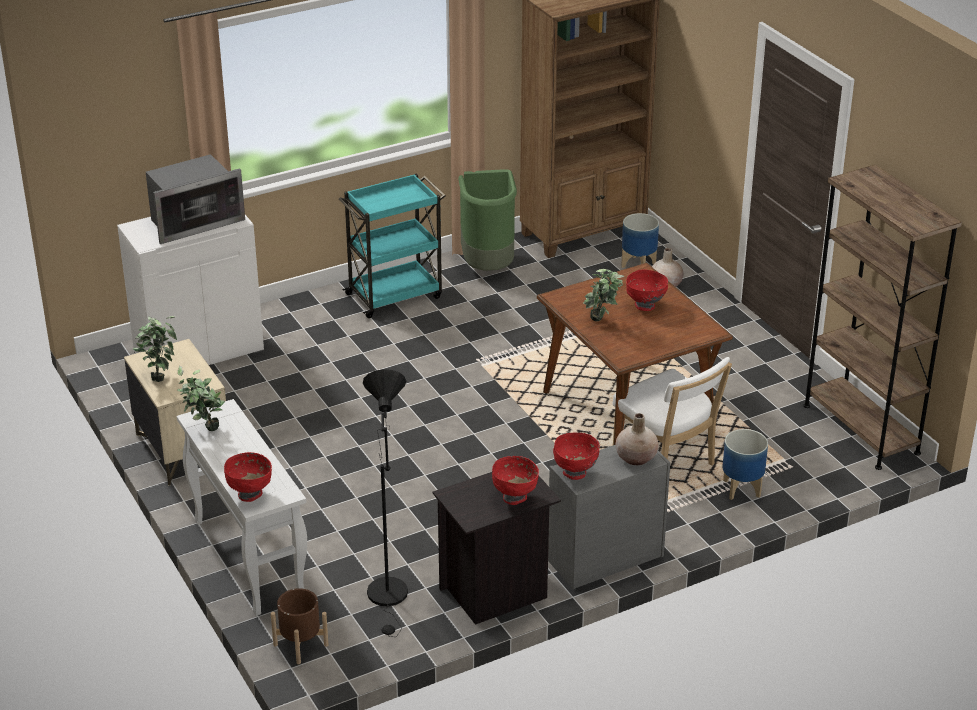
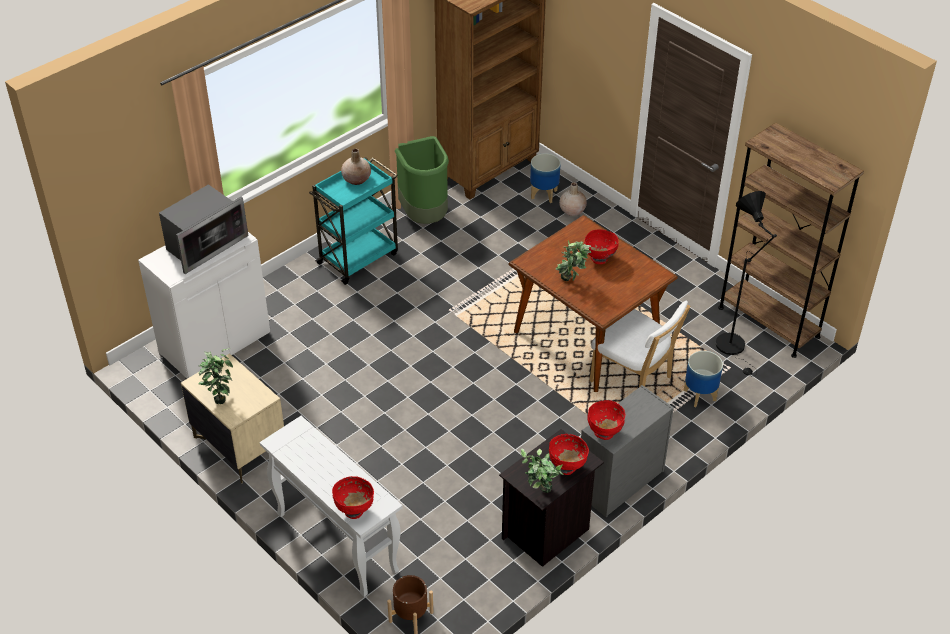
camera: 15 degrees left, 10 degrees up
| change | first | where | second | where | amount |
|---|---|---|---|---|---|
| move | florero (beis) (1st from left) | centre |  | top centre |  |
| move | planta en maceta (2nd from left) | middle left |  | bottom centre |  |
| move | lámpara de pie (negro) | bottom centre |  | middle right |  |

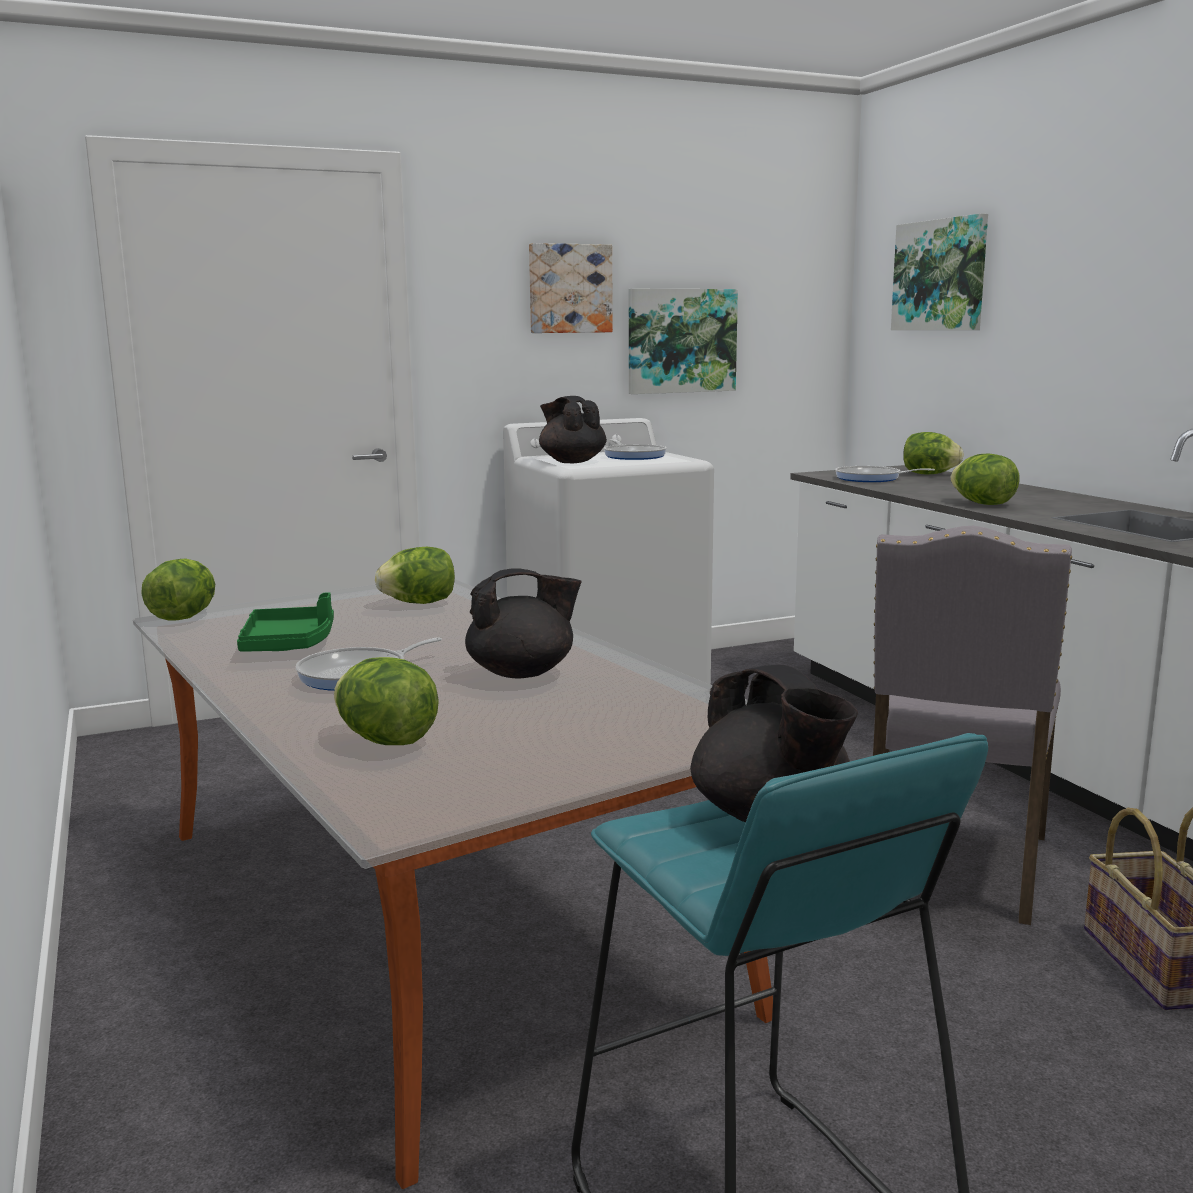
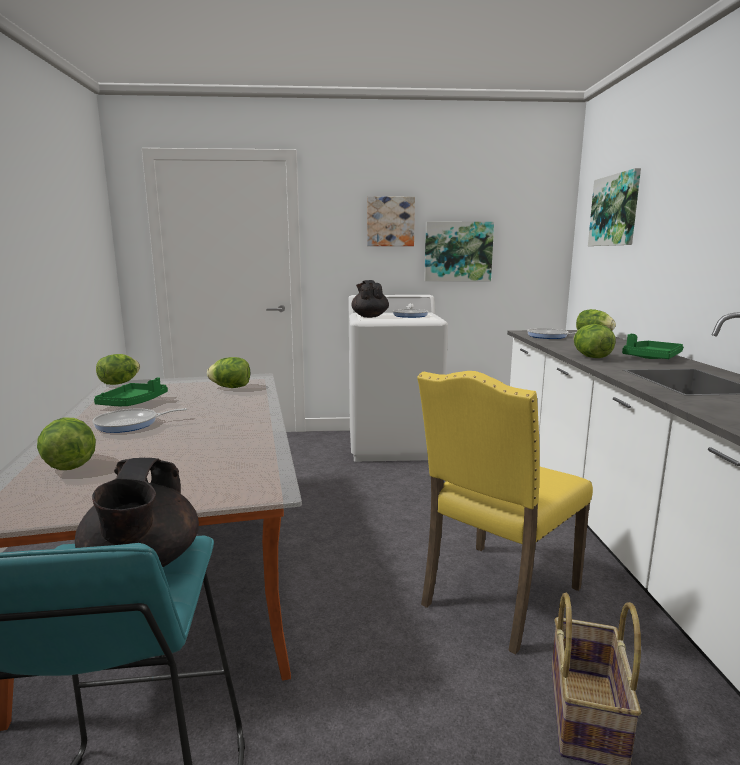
camera: 20 degrees right, 0 degrees up
| change | first | where | second | where | amount |
|---|---|---|---|---|---|
| recolor | silla (gris) | middle right | silla (amarillo) | bottom right |  |
| insert |  |  | bandeja (verde) (2nd from left) | middle right |  |
| delete | tetera (negro) (1st from left) | centre |  |  |  |

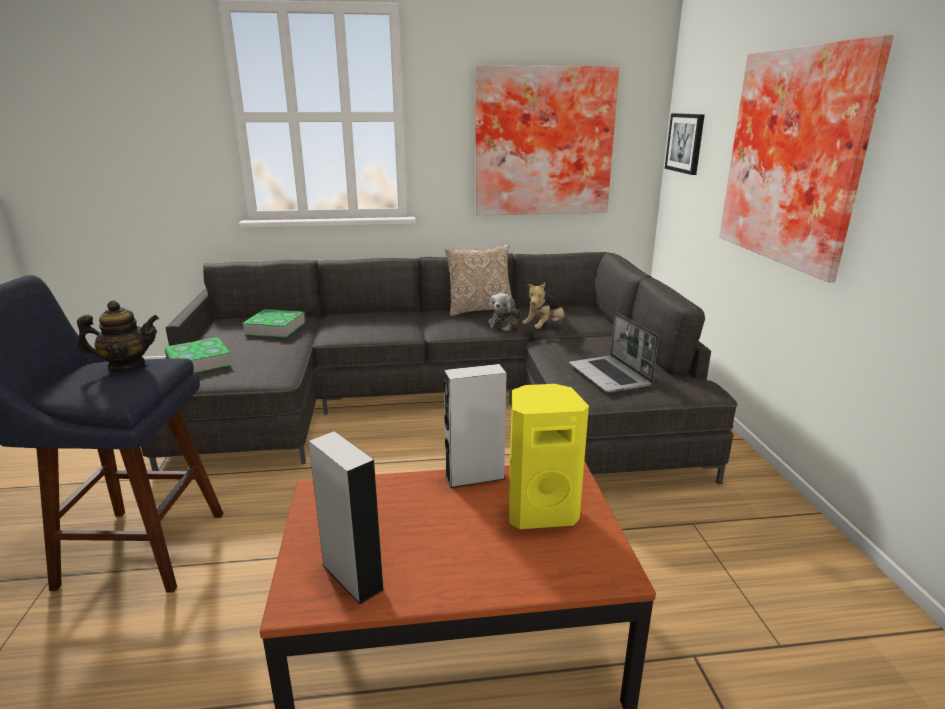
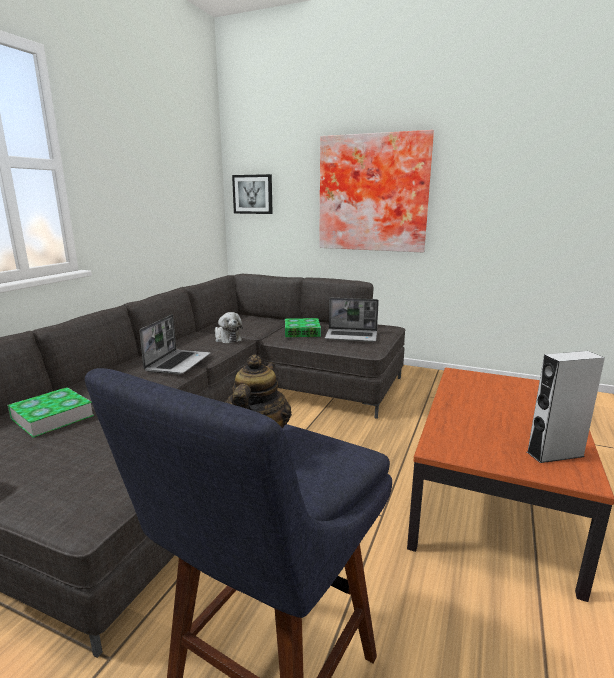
camera: 60 degrees left, 5 degrees down
| change | first | where | second | where | amount |
|---|---|---|---|---|---|
| insert |  |  | portátil (1st from left) | middle left |  |
| move | libro (1st from left in the first image) | middle left | libro (2nd from left) | centre |  |
| delete | altavoz (gris) (2nd from left) | centre |  |  |  |
| delete | cojín | centre |  |  |  |
| delete | cuadro (1st from left) | top centre |  |  |  |
| delete | altavoz (amarillo) | centre |  |  |  |
| delete | peluche (2nd from left) | centre |  |  |  |

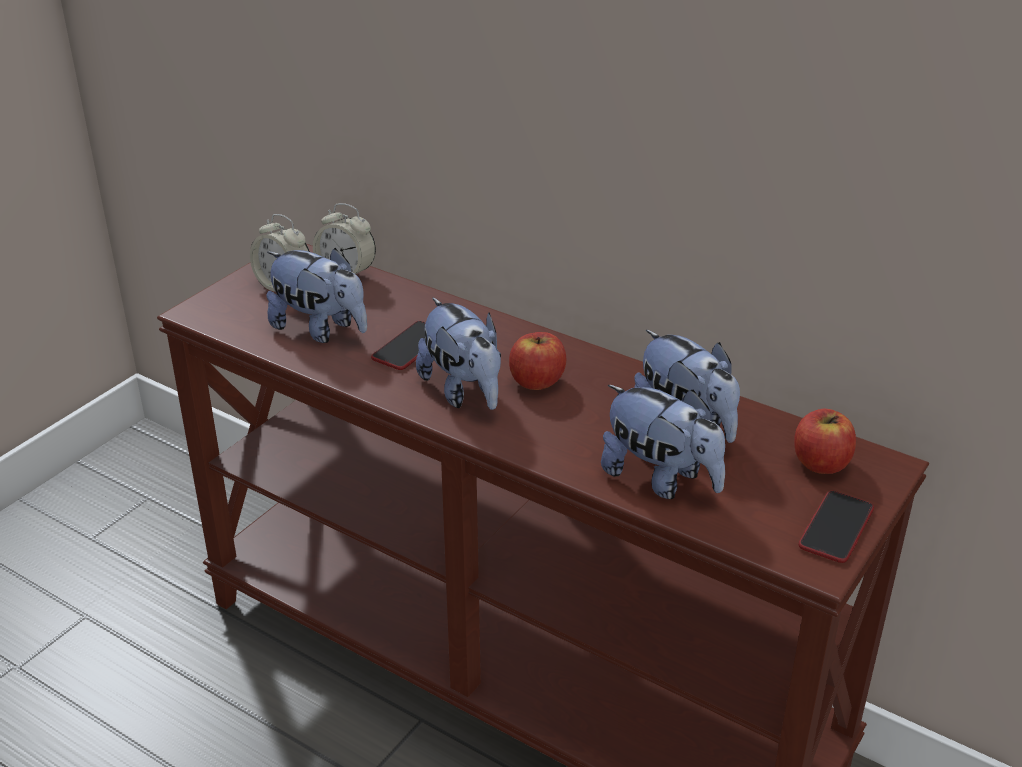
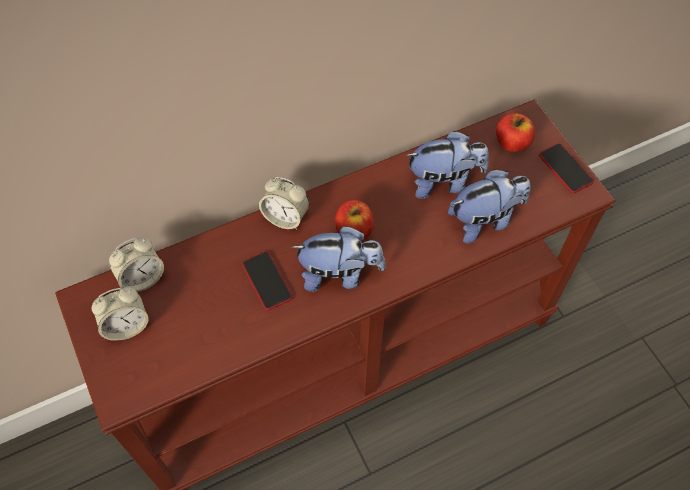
camera: 60 degrees left, 25 degrees up
| change | first | where | second | where | amount |
|---|---|---|---|---|---|
| insert |  |  | despertador (3rd from left) | centre |  |
| delete | peluche (1st from left) | middle left |  |  |  |

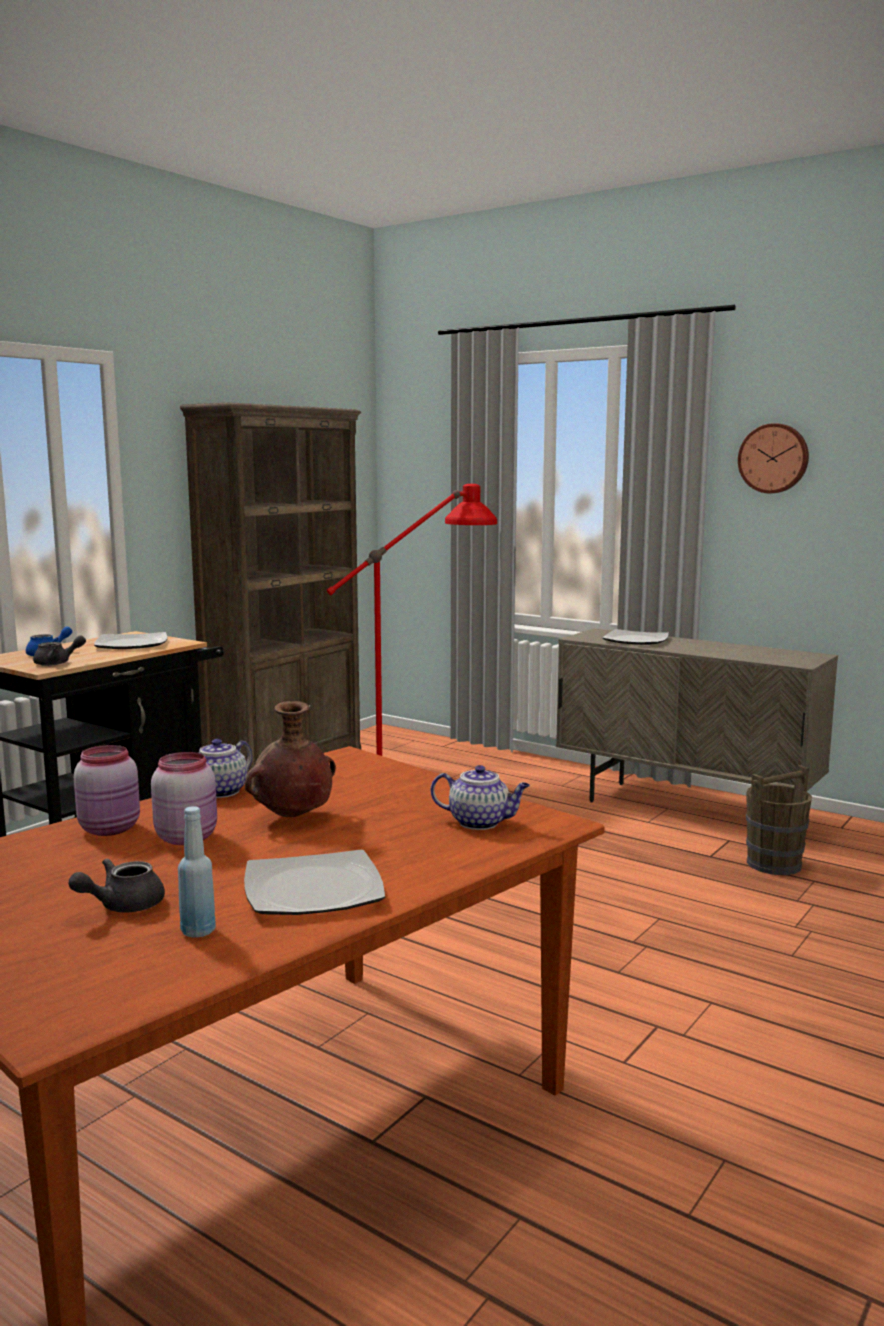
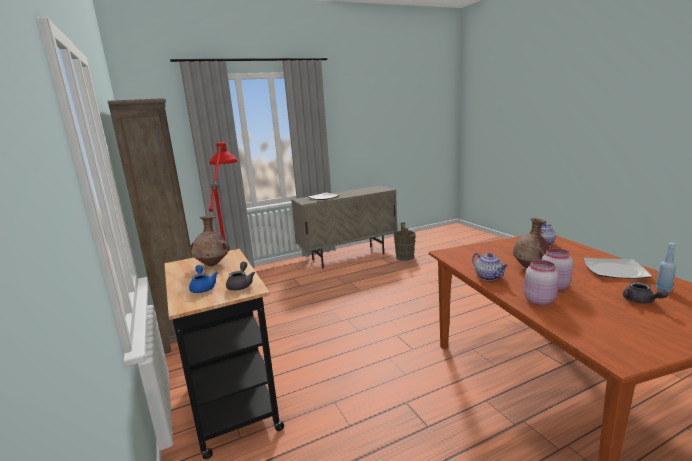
camera: 60 degrees left, 5 degrees up
| change | first | where | second | where | amount |
|---|---|---|---|---|---|
| replace | plato (1st from left) | middle left | florero (marrón) (1st from left) | middle left |  |
| delete | reloj de pared | middle right |  |  |  |

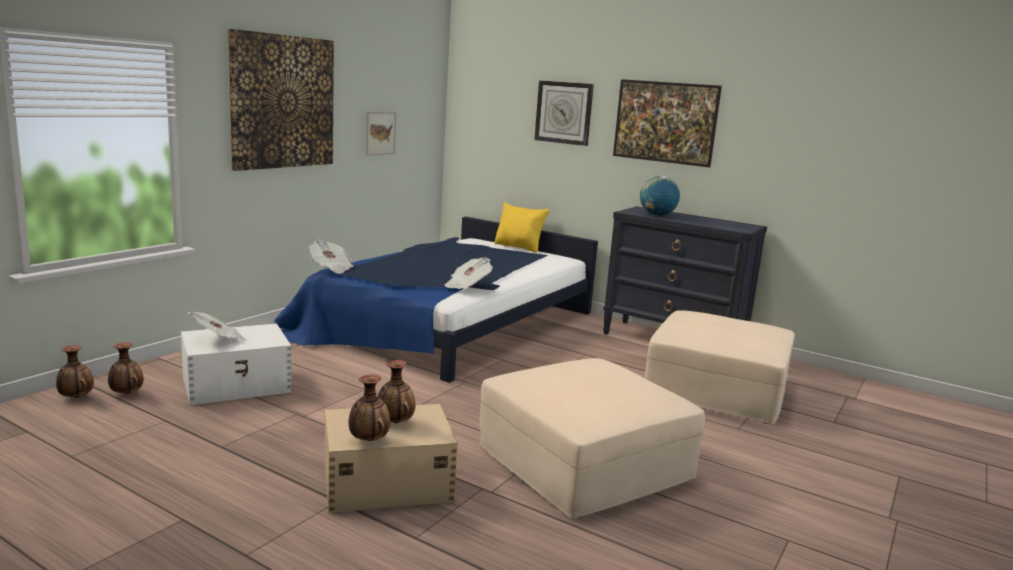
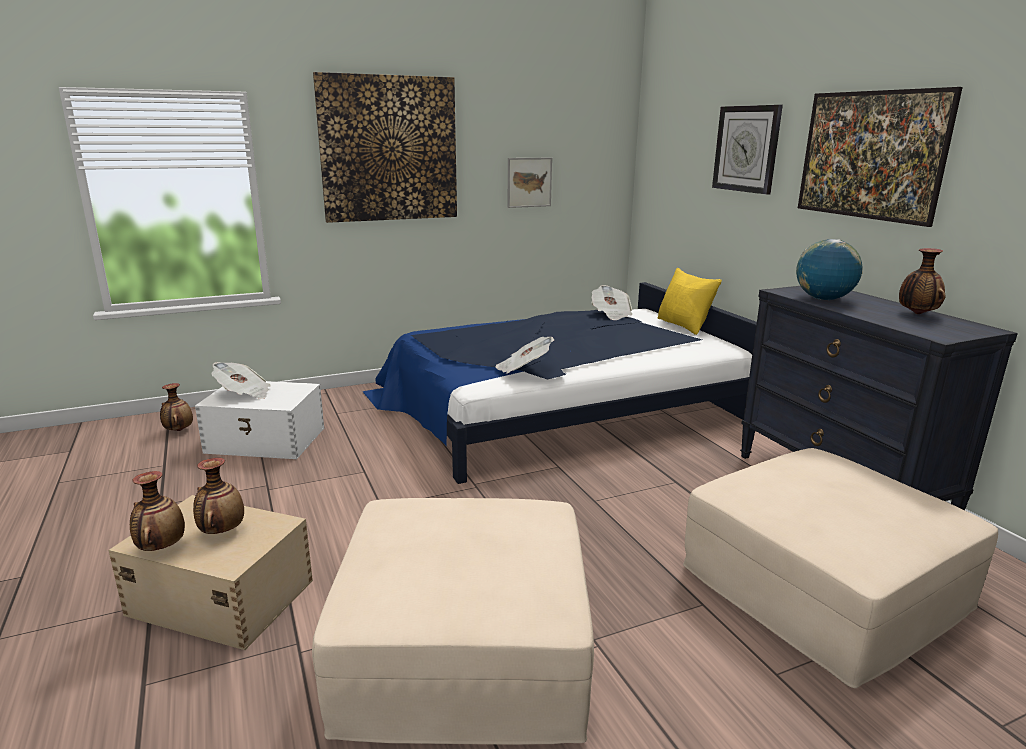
camera: 35 degrees right, 5 degrees up
| change | first | where | second | where | amount |
|---|---|---|---|---|---|
| move | periódico (2nd from left in the first image) | middle left | periódico (3rd from left) | centre |  |
| move | florero (1st from left in the first image) | middle left | florero (4th from left) | middle right |  |

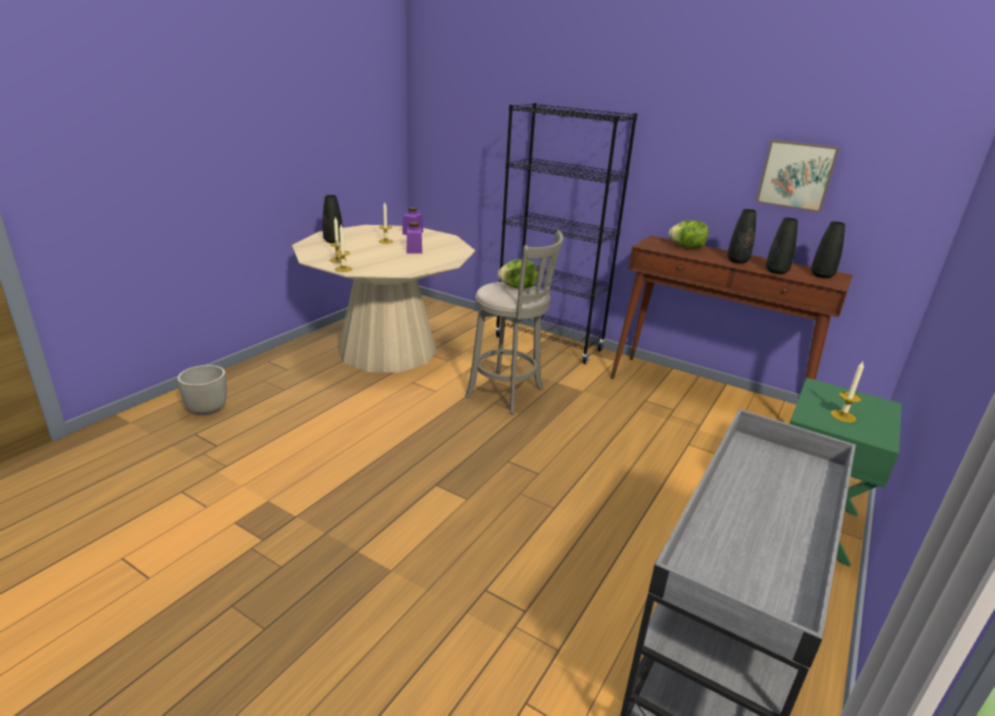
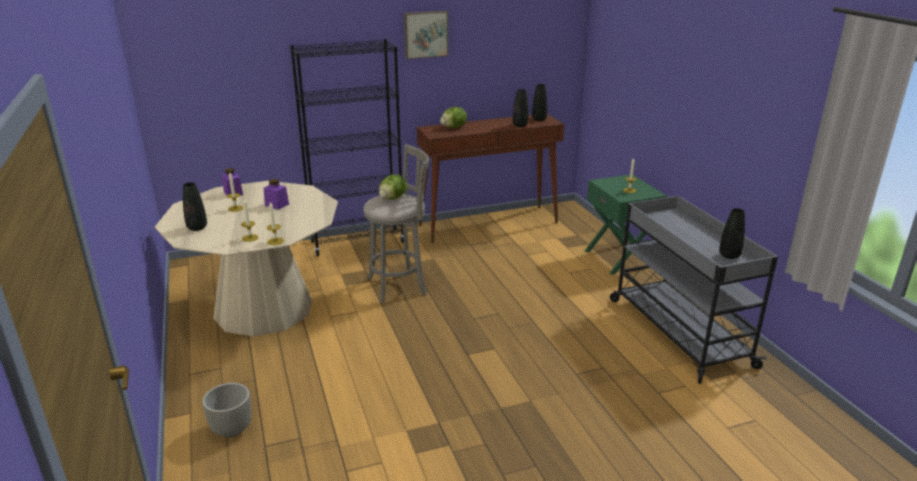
camera: 50 degrees left, 0 degrees up
| change | first | where | second | where | amount |
|---|---|---|---|---|---|
| move | cuadro | top right |  | top centre |  |
| move | florero (negro) (2nd from left in the first image) | top right | florero (negro) (4th from left) | middle right |  |

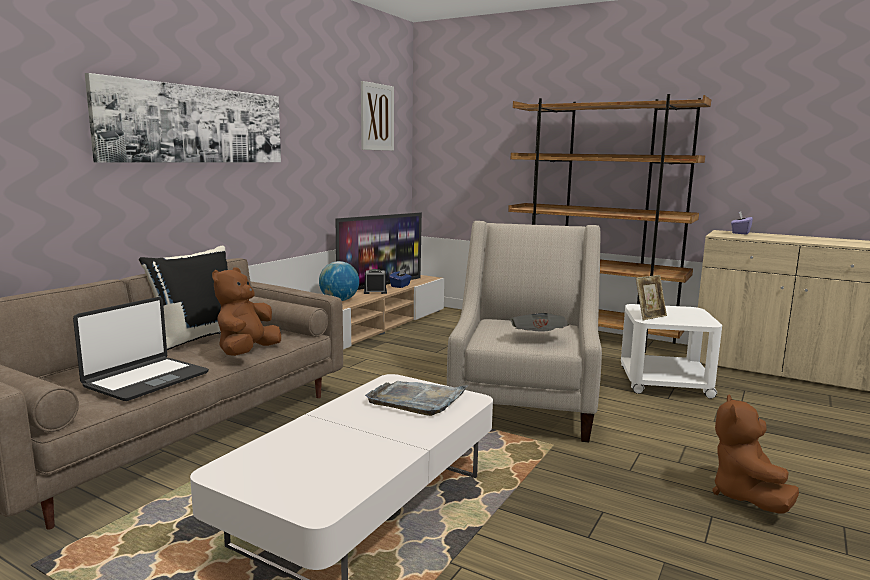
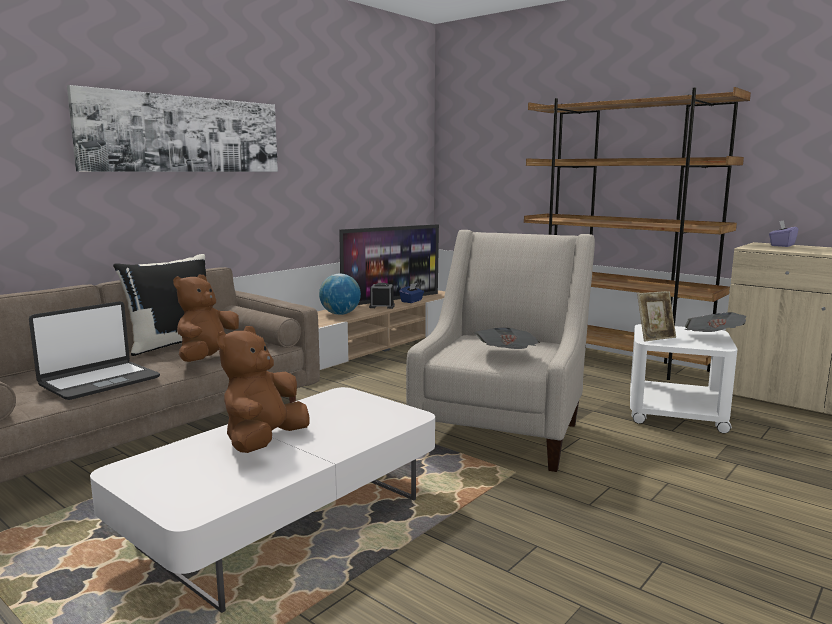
camera: 10 degrees right, 0 degrees up
| change | first | where | second | where | amount |
|---|---|---|---|---|---|
| move | peluche (marrón) (2nd from left) | bottom right |  | middle left |  |
| insert |  |  | periódico (2nd from left) | middle right |  |
| delete | cuadro (2nd from left) | top centre |  |  |  |
| delete | bandeja (gris) | bottom centre |  |  |  |

